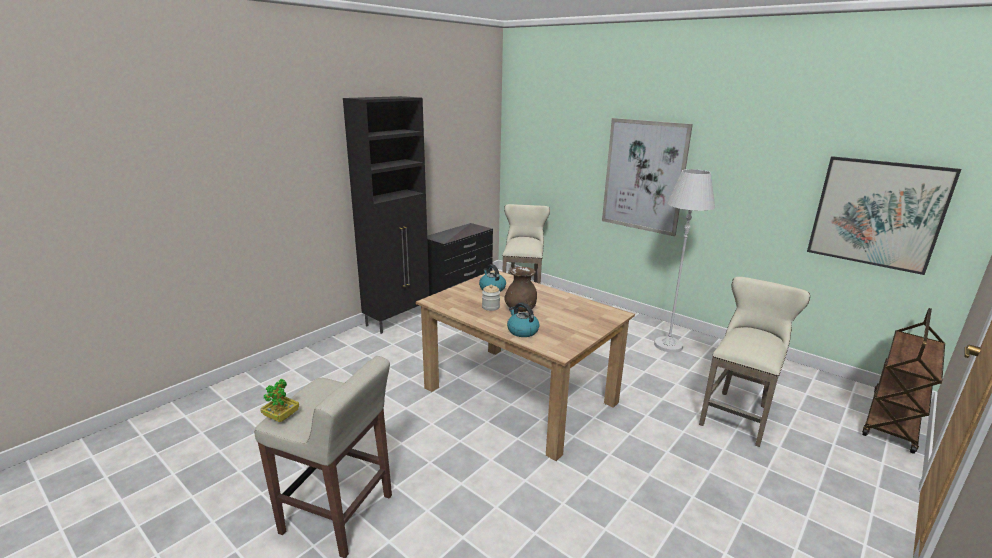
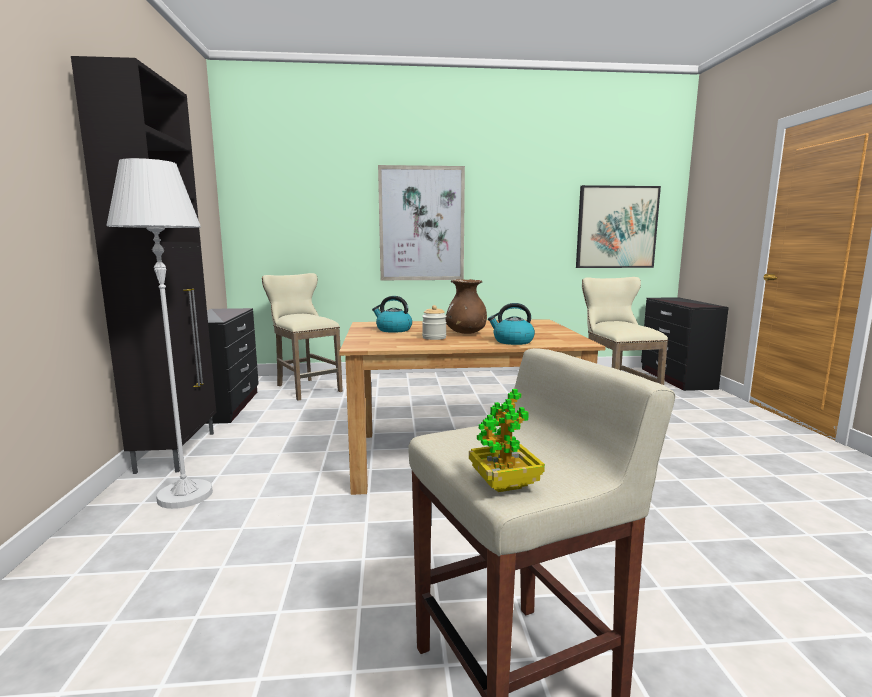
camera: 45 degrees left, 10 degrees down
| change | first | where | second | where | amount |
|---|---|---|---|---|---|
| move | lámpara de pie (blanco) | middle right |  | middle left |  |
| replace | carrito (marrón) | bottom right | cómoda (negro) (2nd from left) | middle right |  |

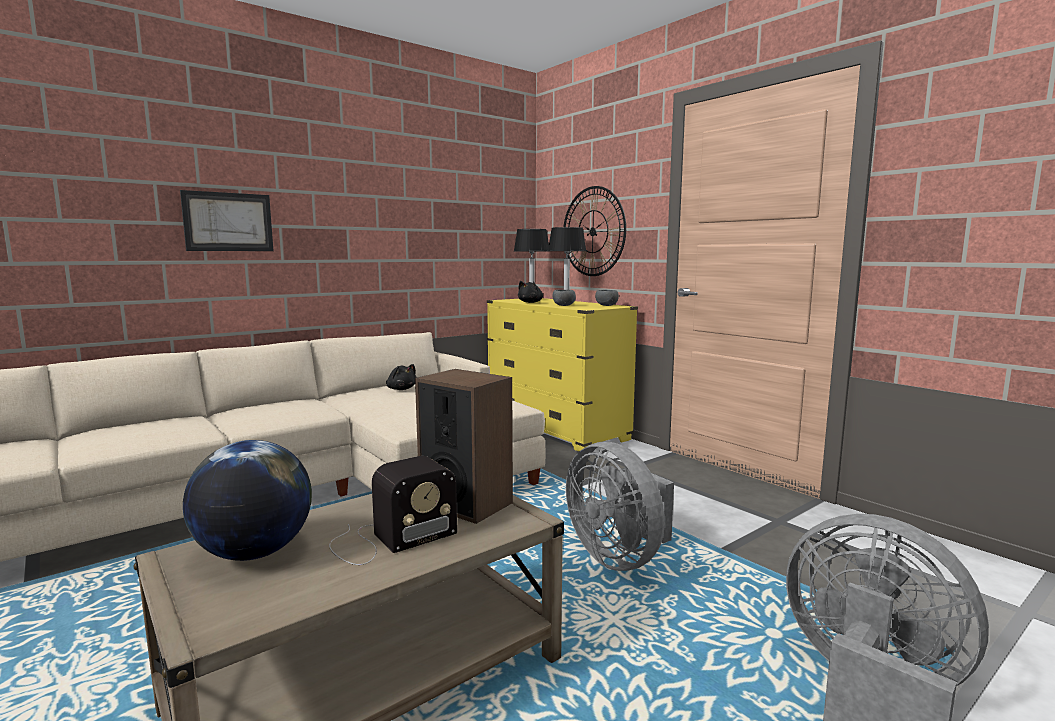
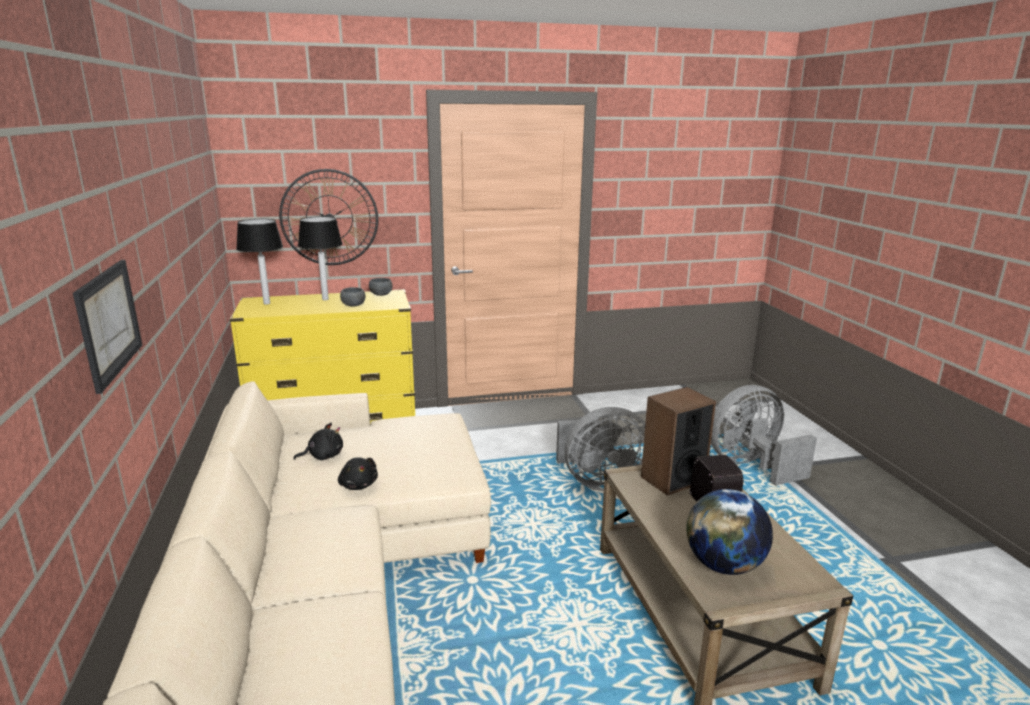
camera: 65 degrees left, 10 degrees up
| change | first | where | second | where | amount |
|---|---|---|---|---|---|
| move | peluche (negro) (2nd from left) | centre |  | bottom centre |  |

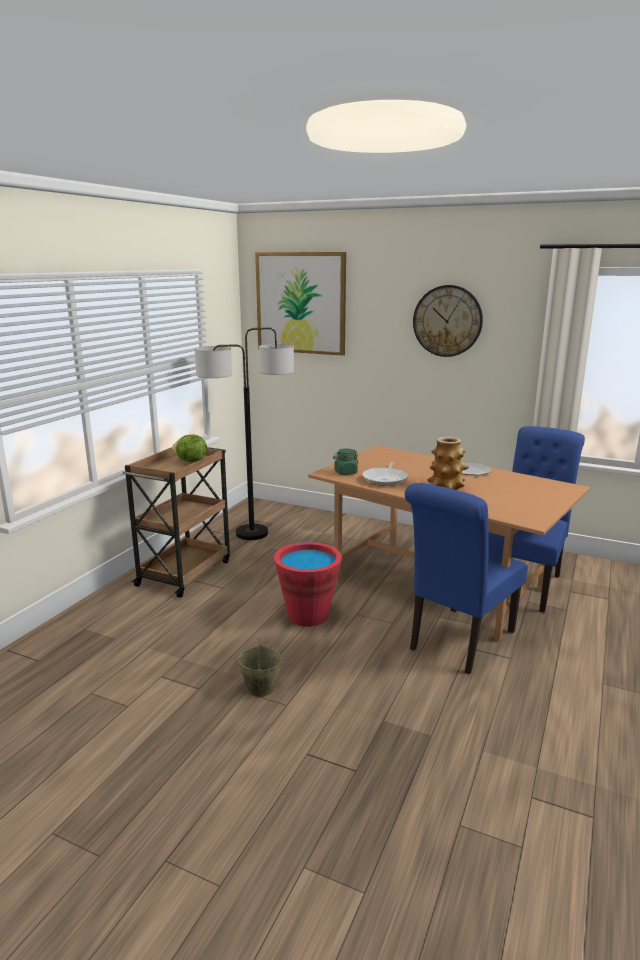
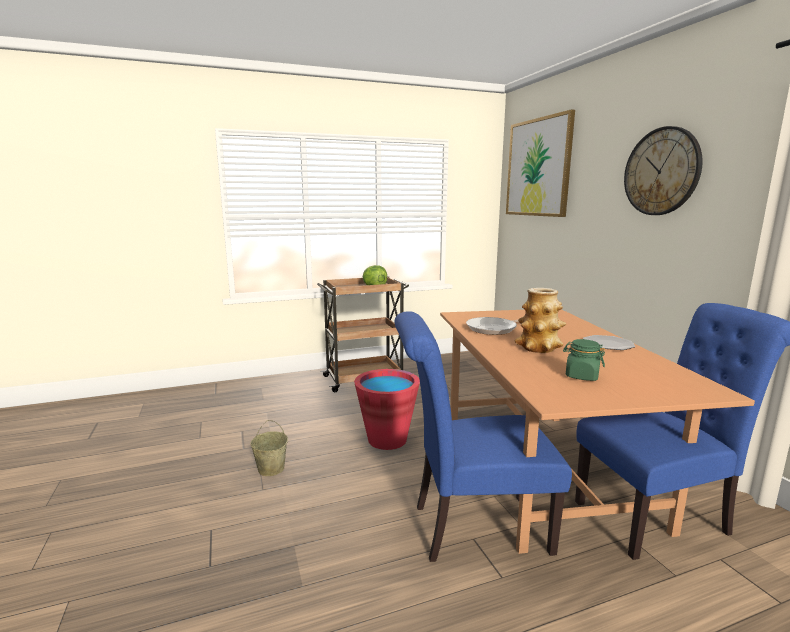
camera: 45 degrees right, 5 degrees down
| change | first | where | second | where | amount |
|---|---|---|---|---|---|
| move | tarro (verde) | centre |  | middle right |  |
| delete | lámpara de pie | centre |  |  |  |

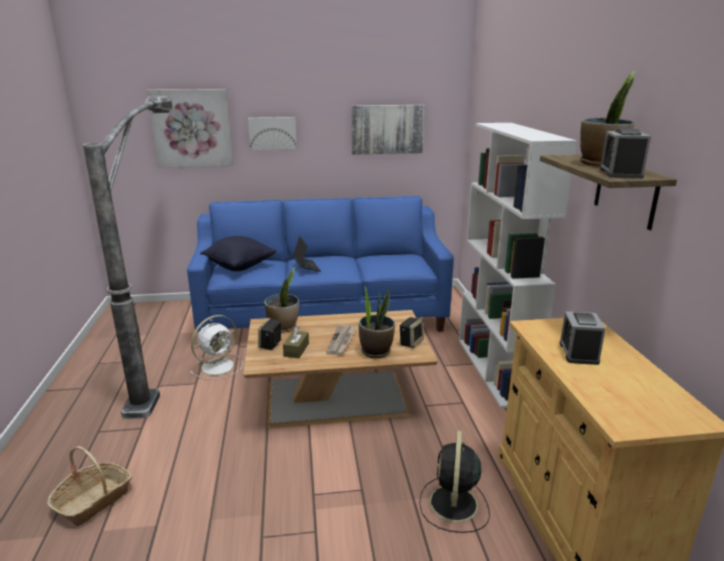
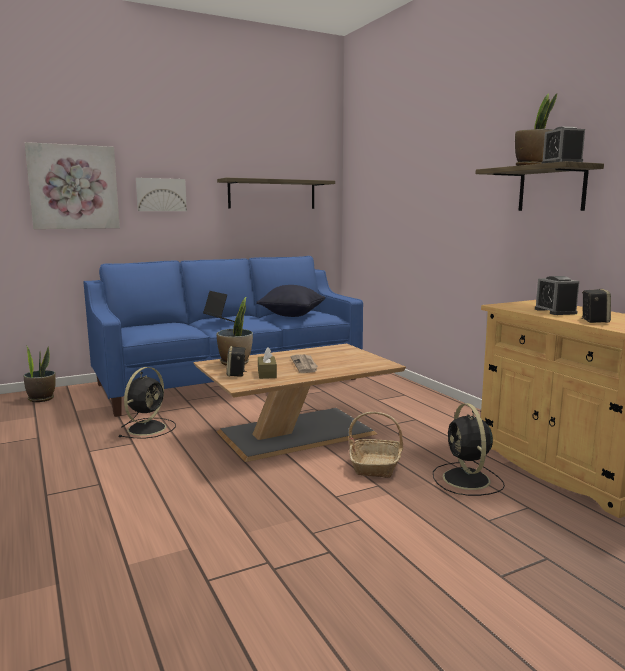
camera: 20 degrees left, 10 degrees down
| change | first | where | second | where | amount |
|---|---|---|---|---|---|
| move | planta en maceta (2nd from left in the first image) | centre | planta en maceta (1st from left) | middle left |  |
| recolor | ventilador (blanco) | middle left | ventilador (negro) (1st from left) | middle left |  |
| replace | cuadro (3rd from left) | top centre | estante (1st from left) | top centre |  |
| move | cojín (negro) | middle left |  | centre |  |
| move | cesta | bottom left |  | centre |  |
| move | altavoz (2nd from left) | centre |  | middle right |  |
| delete | lámpara de pie | middle left |  |  |  |
| delete | estantería (blanco) | middle right |  |  |  |

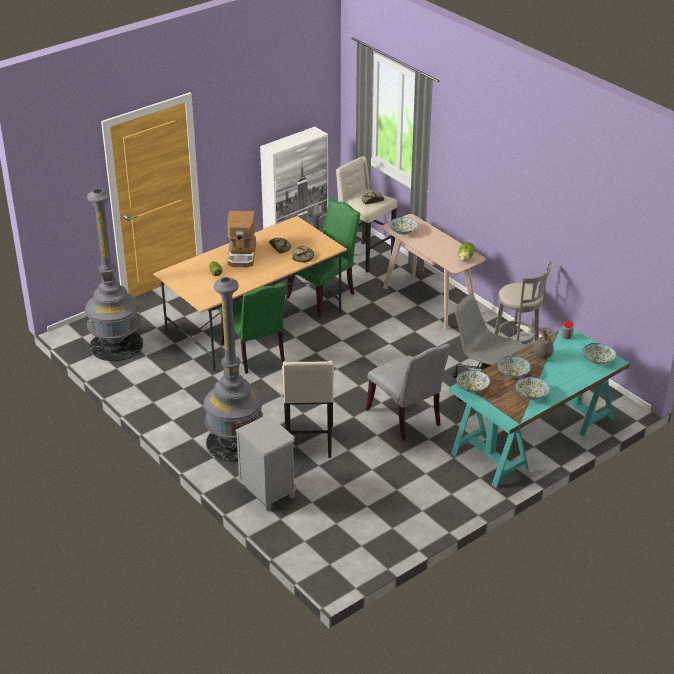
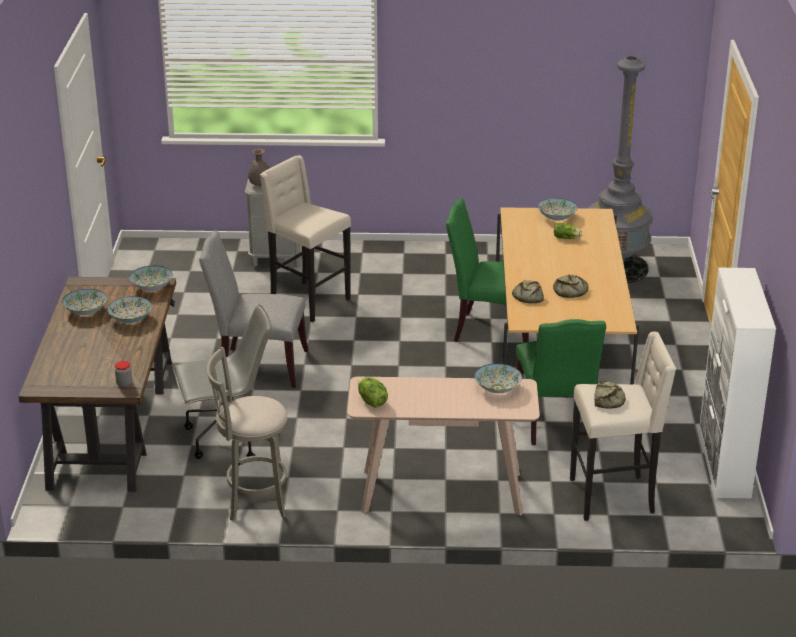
camera: 130 degrees right, 5 degrees down
| change | first | where | second | where | amount |
|---|---|---|---|---|---|
| recolor | escritorio (turquesa) | middle right | escritorio (marrón) | middle left |  |
| move | florero (gris) | middle right |  | top left |  |
| move | cuenco (5th from left) | middle right |  | top right |  |
| delete | lámpara de pie (gris) (2nd from left) | centre |  |  |  |
| delete | cafetera | centre |  |  |  |

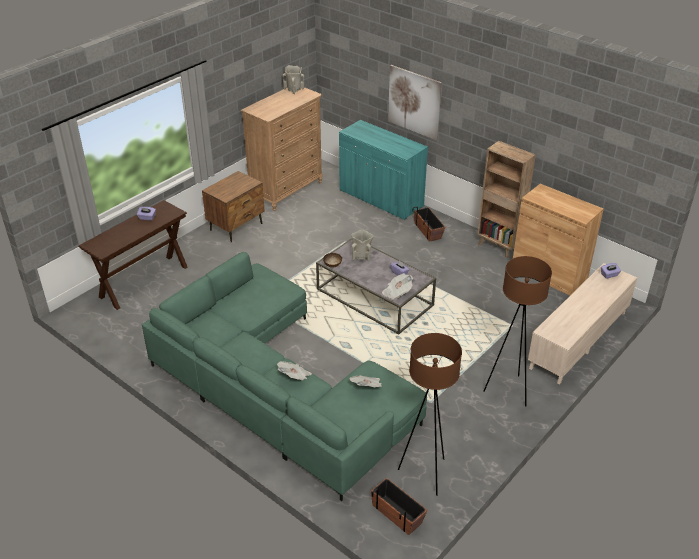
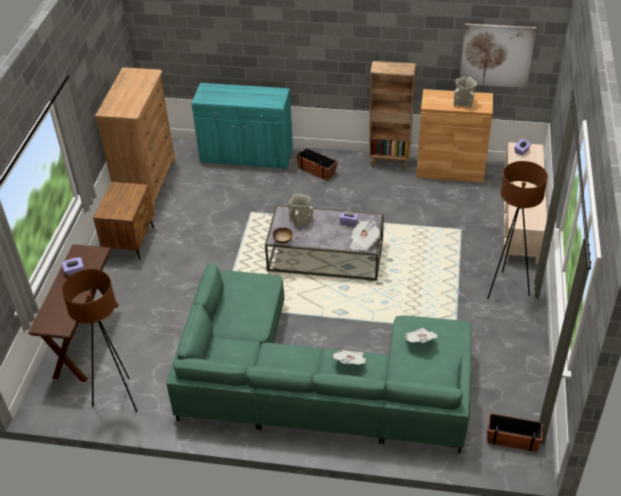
camera: 30 degrees left, 5 degrees up
| change | first | where | second | where | amount |
|---|---|---|---|---|---|
| move | lámpara de pie (marrón) (1st from left) | bottom centre |  | bottom left |  |
| move | florero (beis) (1st from left in the first image) | top centre | florero (beis) (2nd from left) | top right |  |
| move | cuadro | top centre |  | top right |  |

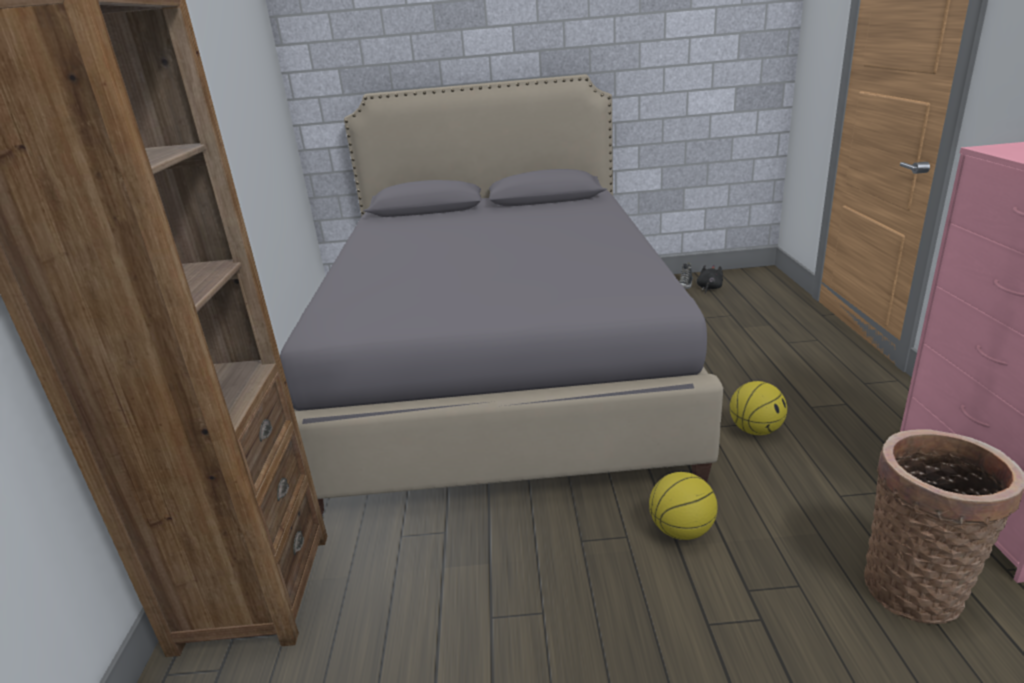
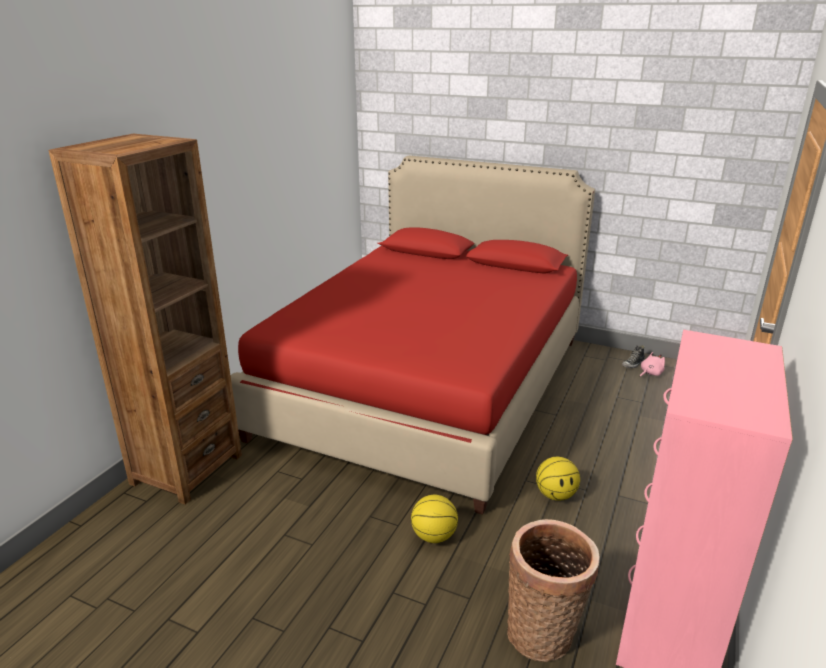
camera: 25 degrees right, 0 degrees up
| change | first | where | second | where | amount |
|---|---|---|---|---|---|
| recolor | cama (gris) | centre | cama (rojo) | centre |  |
| recolor | peluche (negro) | middle right | peluche (rosa) | middle right |  |

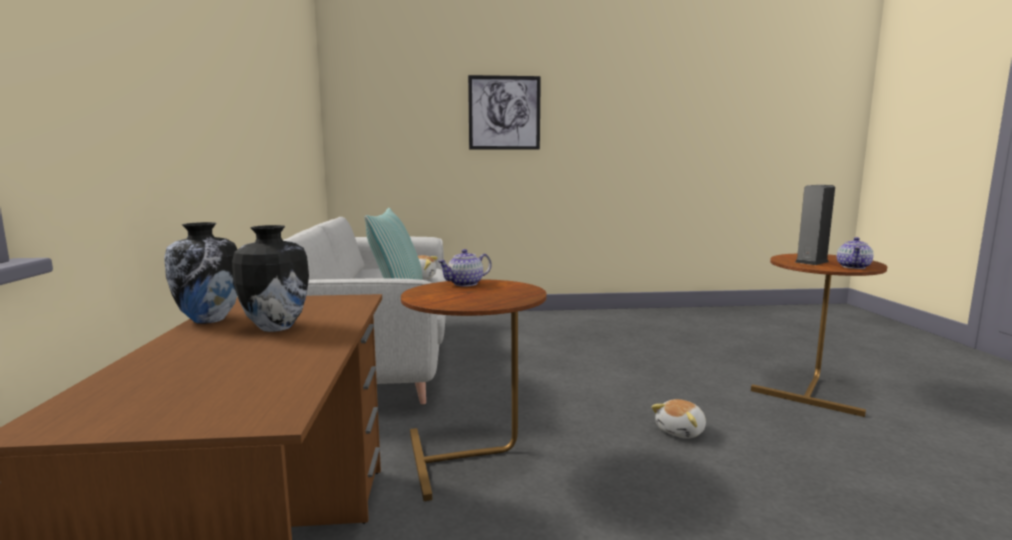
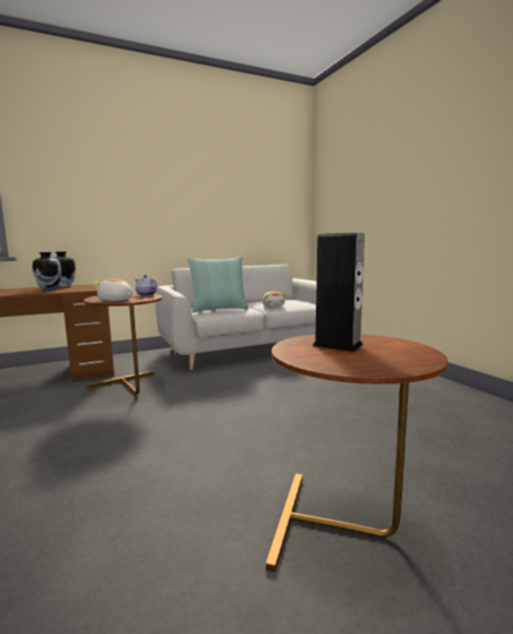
camera: 70 degrees right, 0 degrees up
| change | first | where | second | where | amount |
|---|---|---|---|---|---|
| move | peluche (2nd from left in the first image) | bottom right | peluche (1st from left) | middle left |  |
| delete | cuadro | top centre |  |  |  |
| delete | tetera (2nd from left) | middle right |  |  |  |

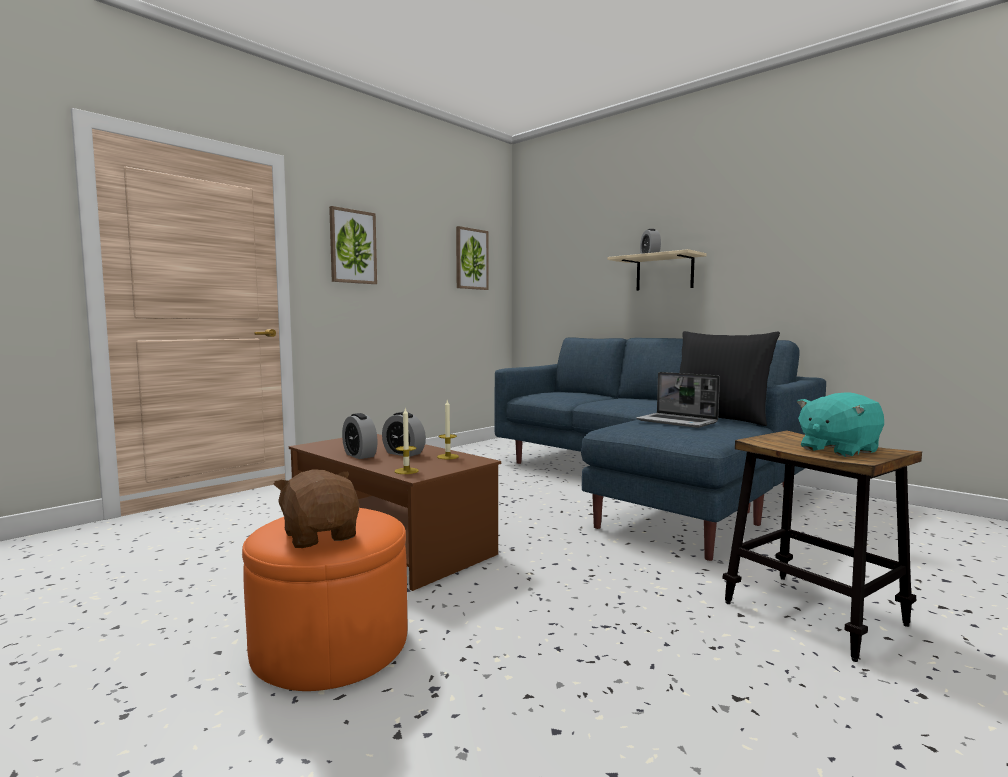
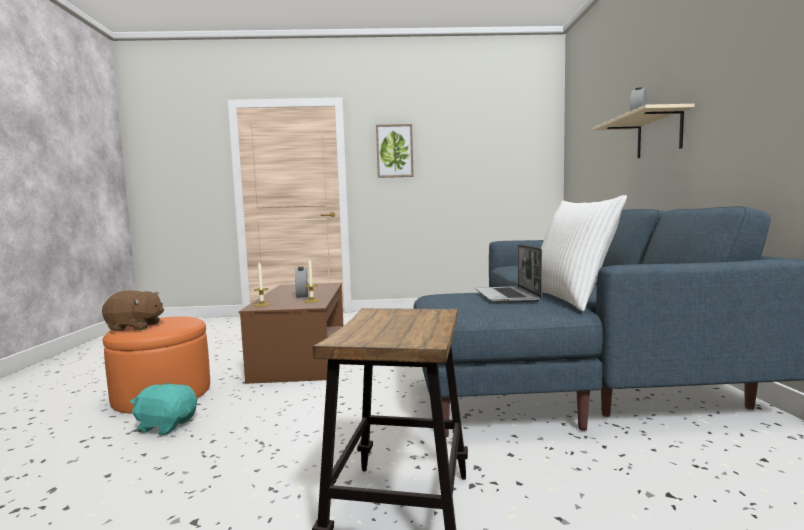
camera: 45 degrees right, 0 degrees up
| change | first | where | second | where | amount |
|---|---|---|---|---|---|
| rotate | peluche (marrón) | middle left |  | middle left | 75 degrees clockwise |
| move | peluche (turquesa) | middle right |  | bottom left |  |
| recolor | cojín (negro) | middle right | cojín (blanco) | middle right |  |
| delete | despertador (1st from left) | centre |  |  |  |
| delete | cuadro (2nd from left) | top centre |  |  |  |

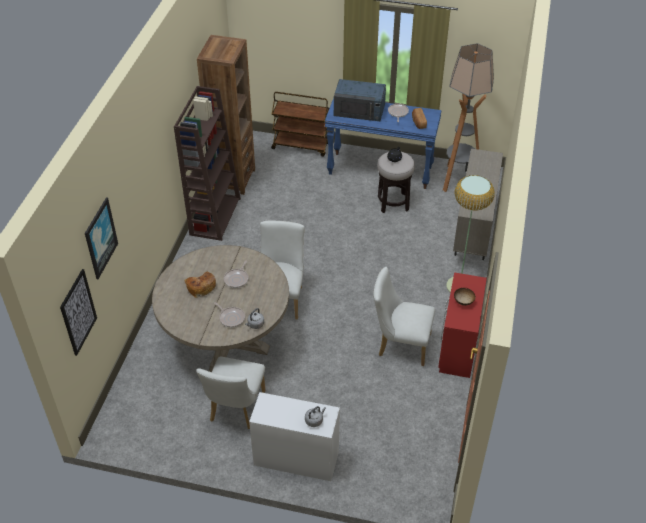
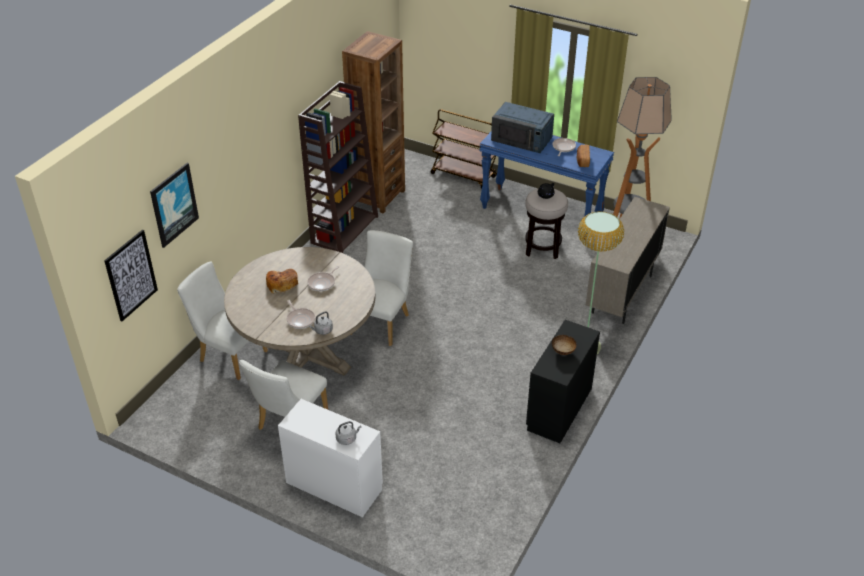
camera: 15 degrees right, 5 degrees down
| change | first | where | second | where | amount |
|---|---|---|---|---|---|
| move | silla (blanco) (3rd from left in the first image) | centre | silla (blanco) (1st from left) | middle left |  |
| recolor | cómoda (rojo) | middle right | cómoda (negro) | centre |  |

